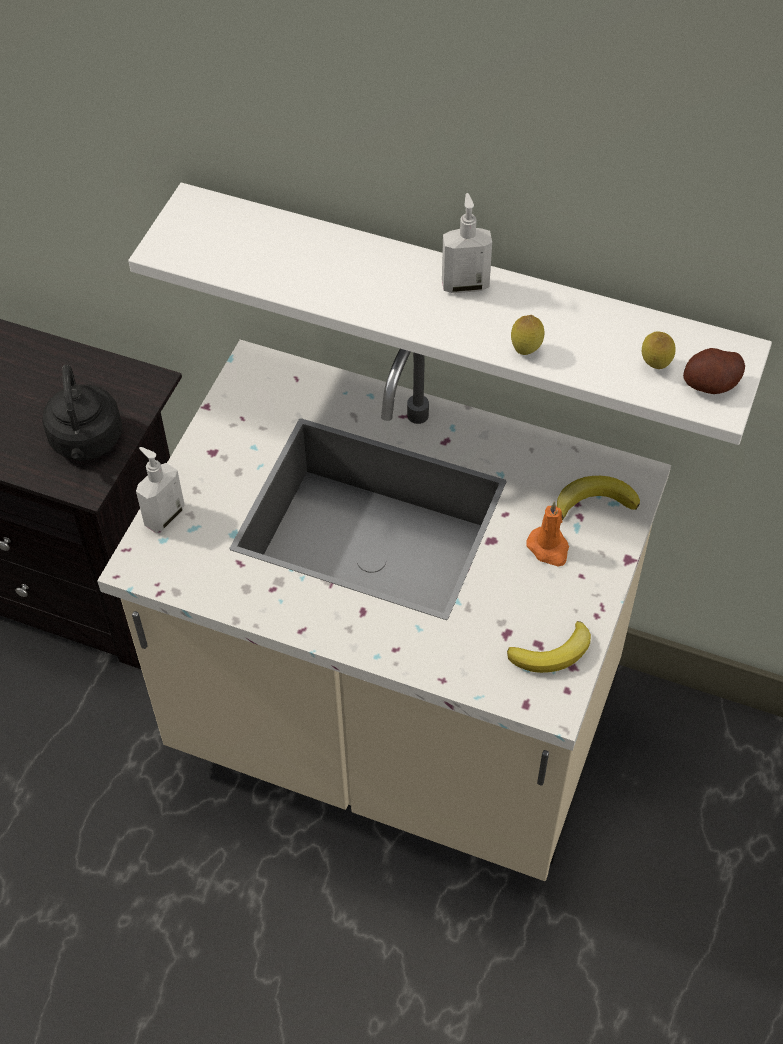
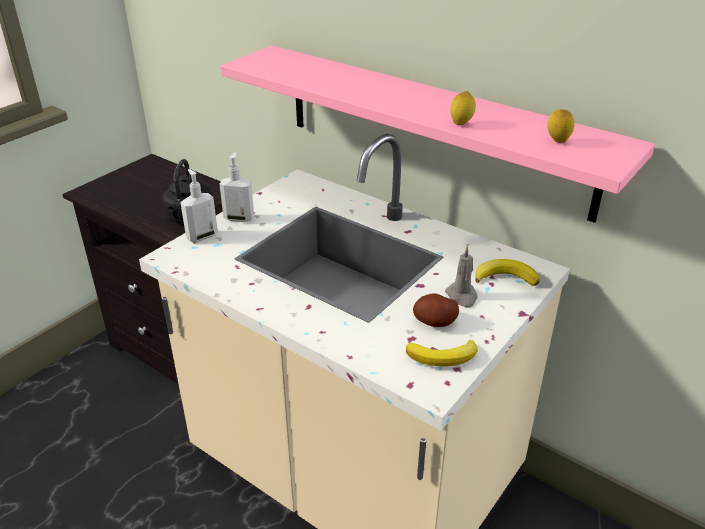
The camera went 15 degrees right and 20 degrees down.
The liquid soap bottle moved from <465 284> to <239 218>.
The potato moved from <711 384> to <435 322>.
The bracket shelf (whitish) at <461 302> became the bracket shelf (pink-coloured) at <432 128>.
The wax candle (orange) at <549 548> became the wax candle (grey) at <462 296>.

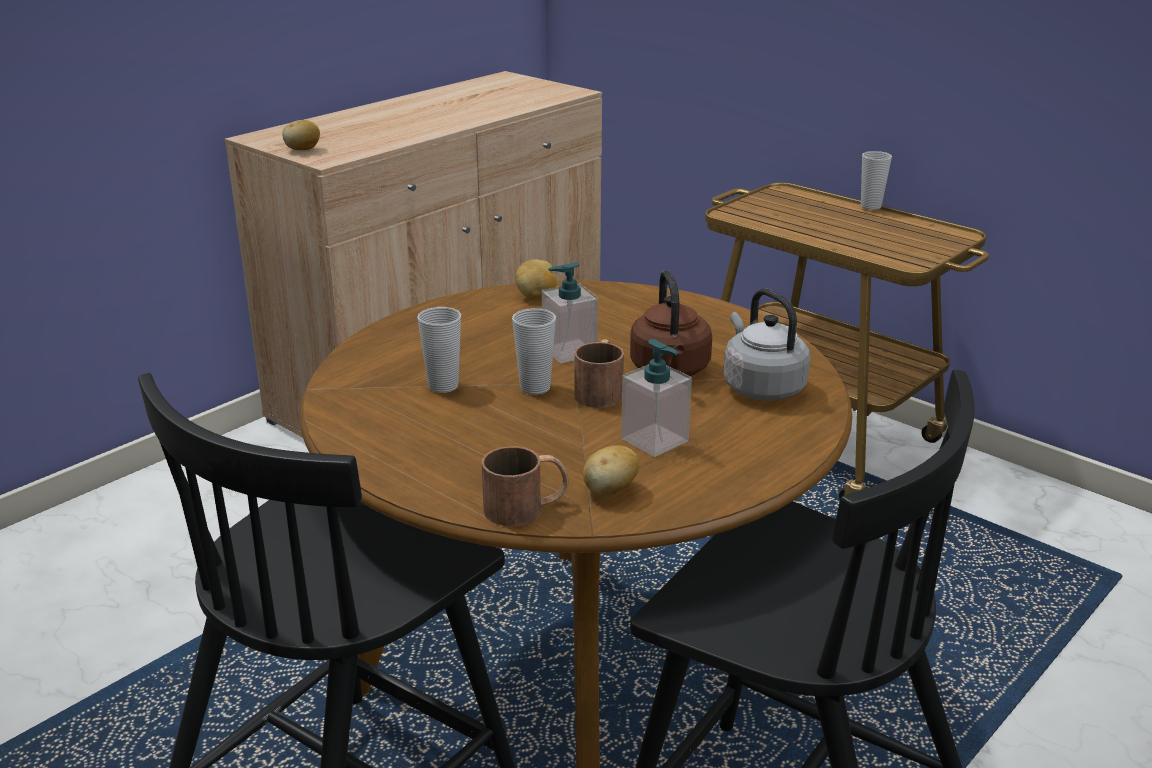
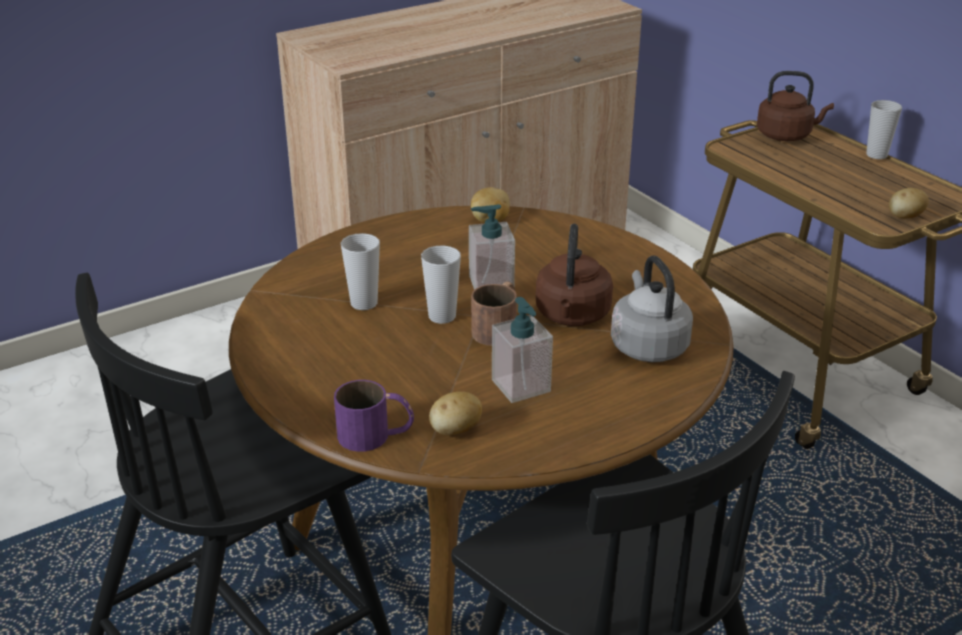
The camera went 15 degrees right and 5 degrees up.
The tea kettle (brown-coloured) at <786 135> appeared.
The potato moved from <302 150> to <904 217>.
The coffee mug (brown-coloured) at <527 507> became the coffee mug (purple-coloured) at <376 435>.

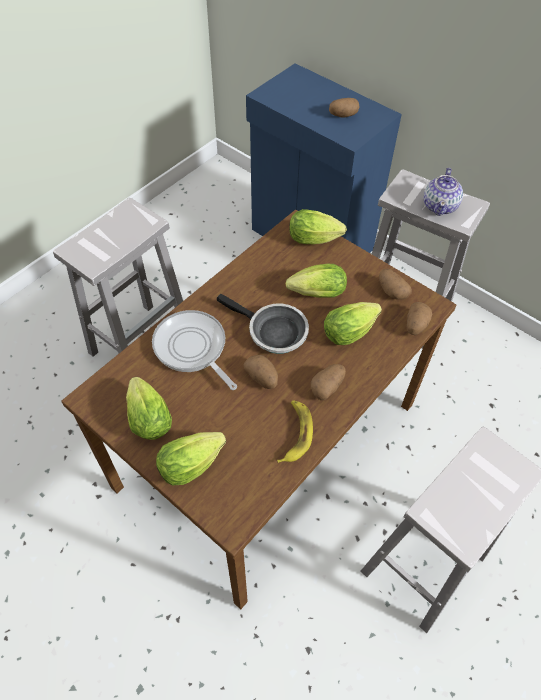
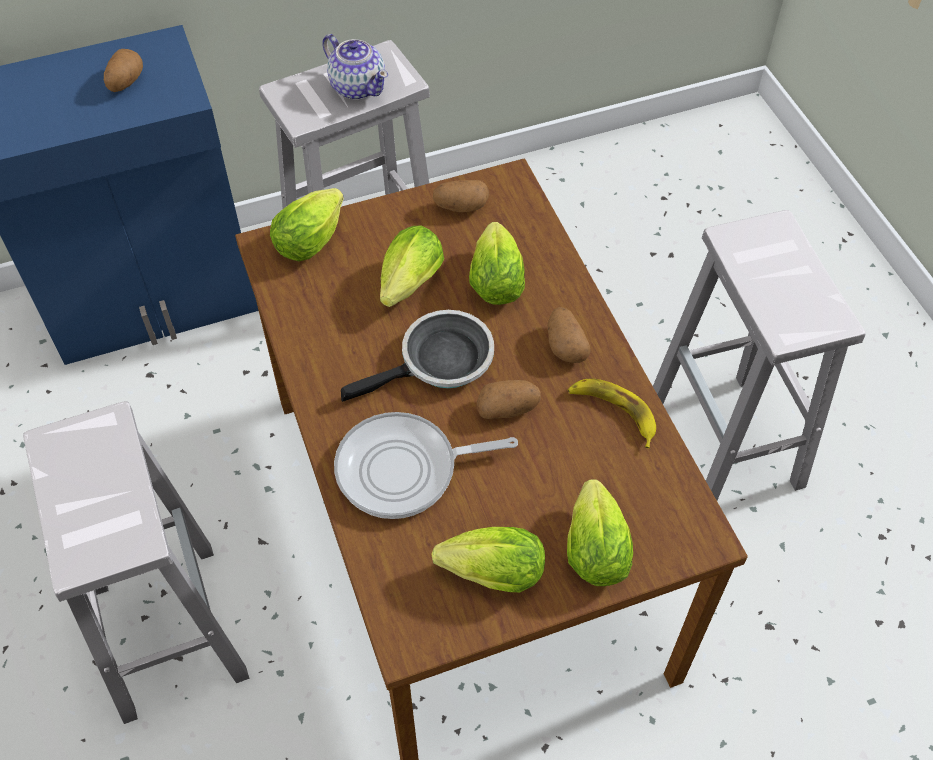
The camera went 60 degrees left and 0 degrees up.
The potato at <415 325> disappeared.

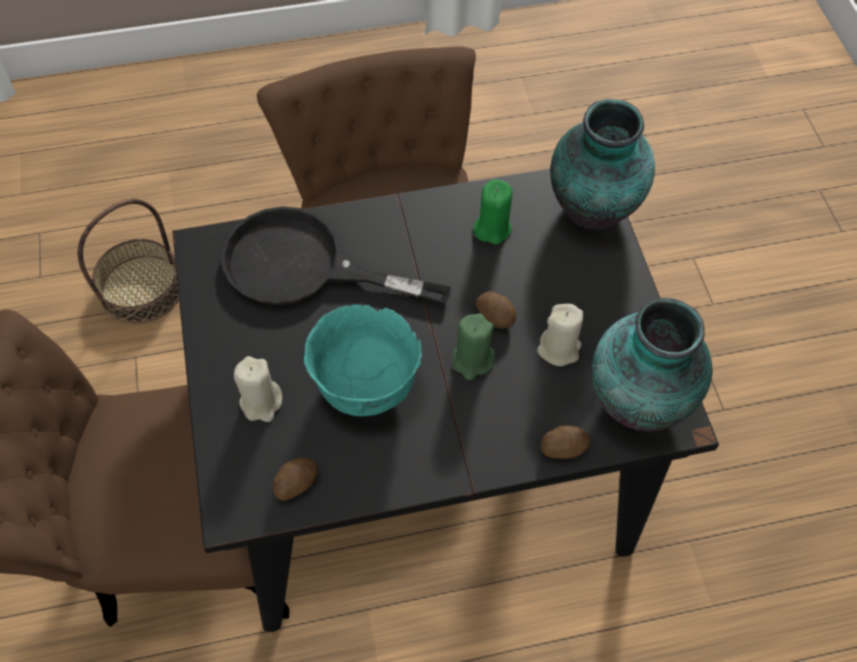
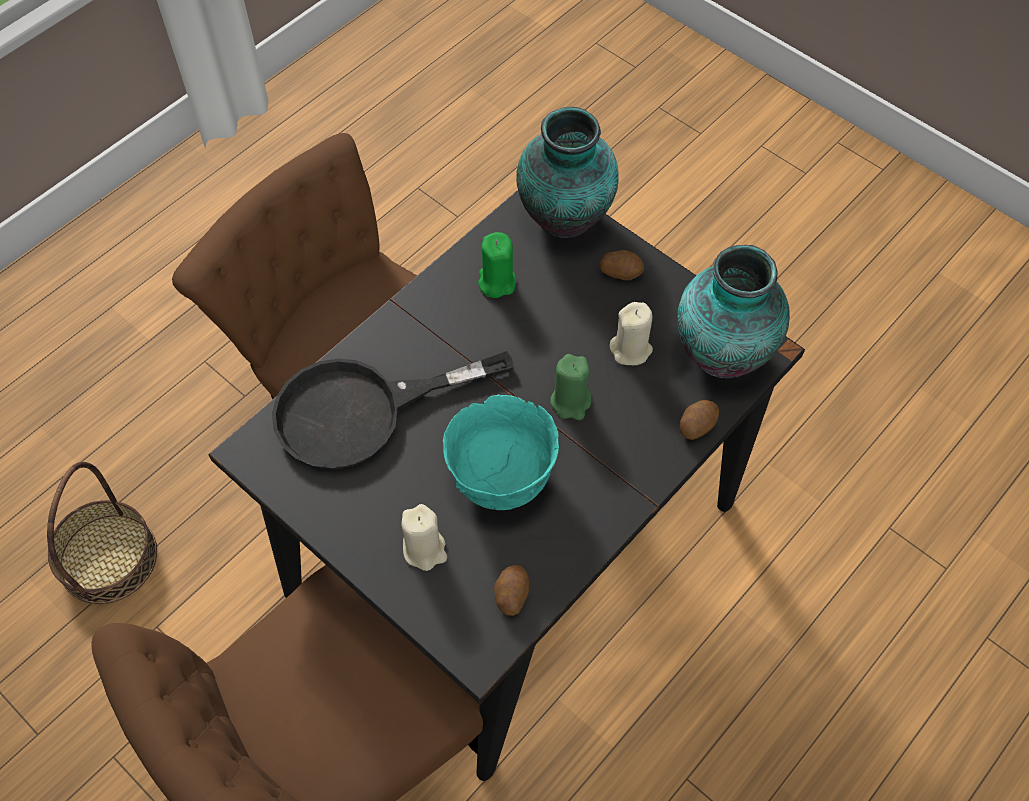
The camera went 35 degrees left and 0 degrees up.
The potato moved from <496 316> to <621 272>.

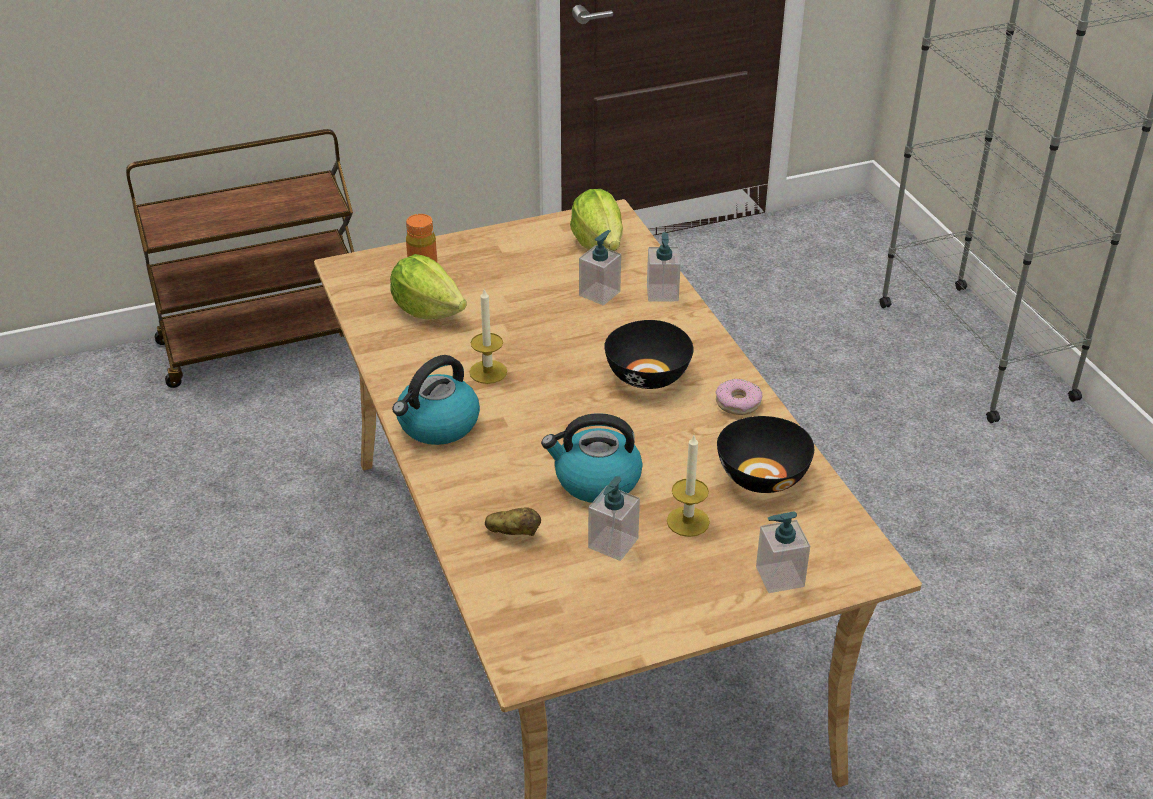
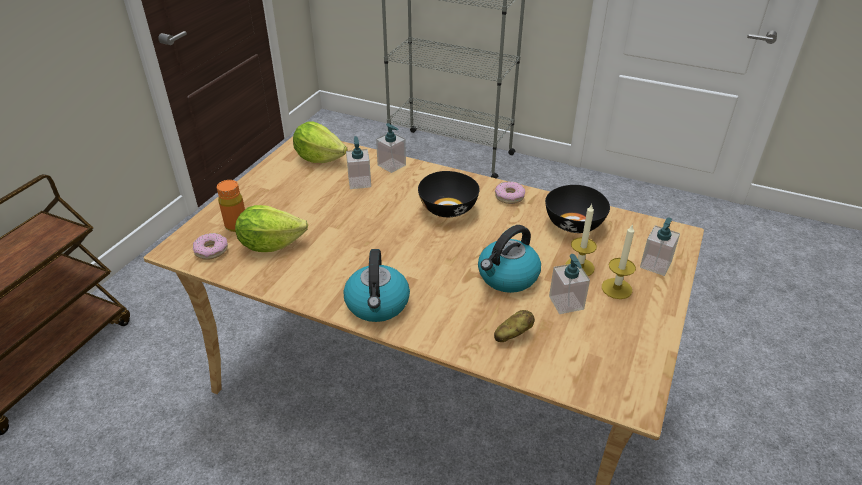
The camera went 45 degrees left and 0 degrees up.
The ring doughnut at <211 250> appeared.
The wax candle moved from <488 372> to <616 288>.

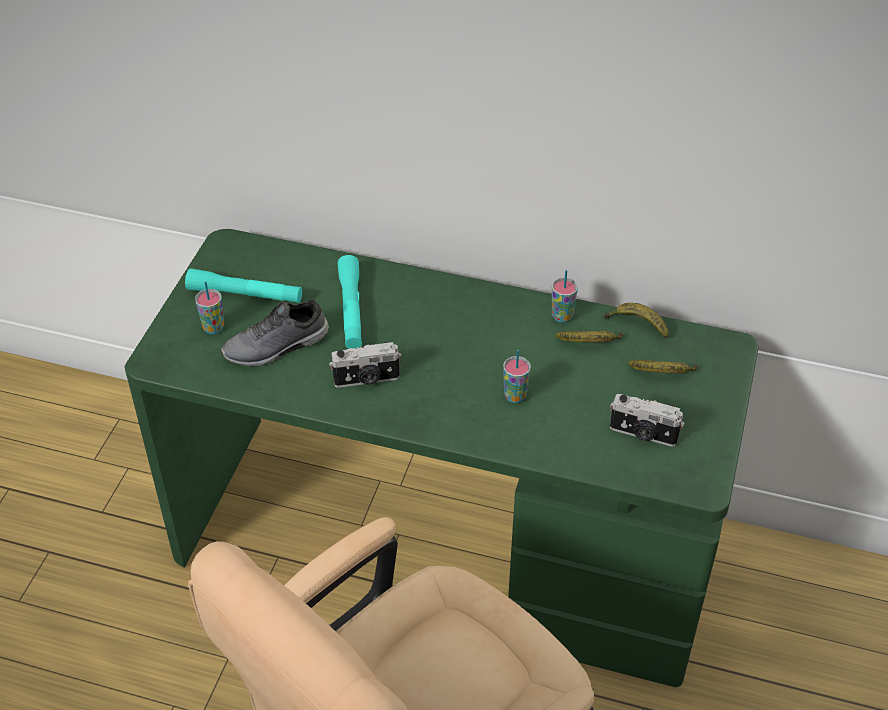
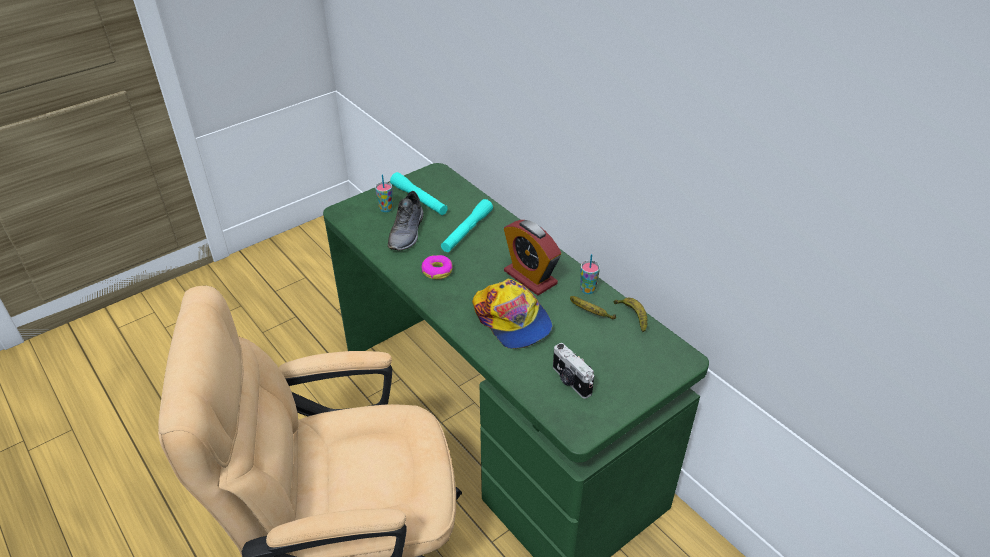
The camera went 35 degrees right and 5 degrees down.
The banana fruit at <663 374> disappeared.
The alarm clock at <530 277> appeared.
The photo camera at <367 380> was replaced by the ring doughnut at <437 271>.
The cup at <515 396> was replaced by the peaked cap at <512 320>.
The shoe (grey) at <277 347> turned 90 degrees counterclockwise.

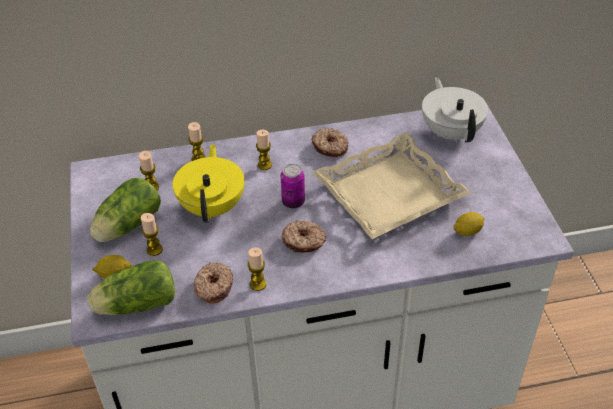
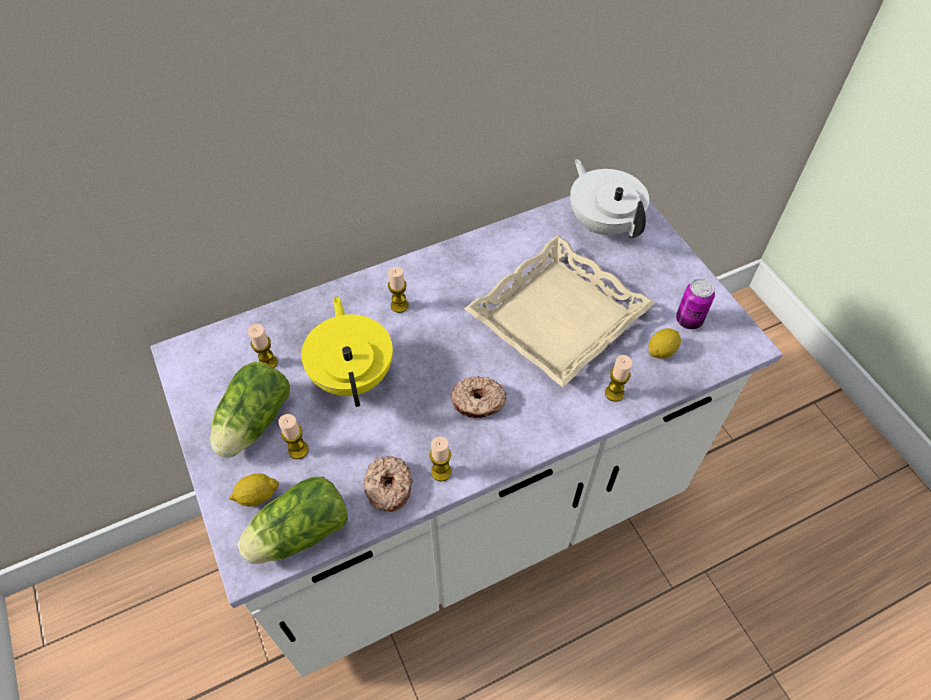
The camera went 15 degrees left and 10 degrees up.
The ring doughnut at <330 148> disappeared.
The wax candle moved from <198 158> to <614 393>.
The sealed can moved from <293 202> to <688 320>.

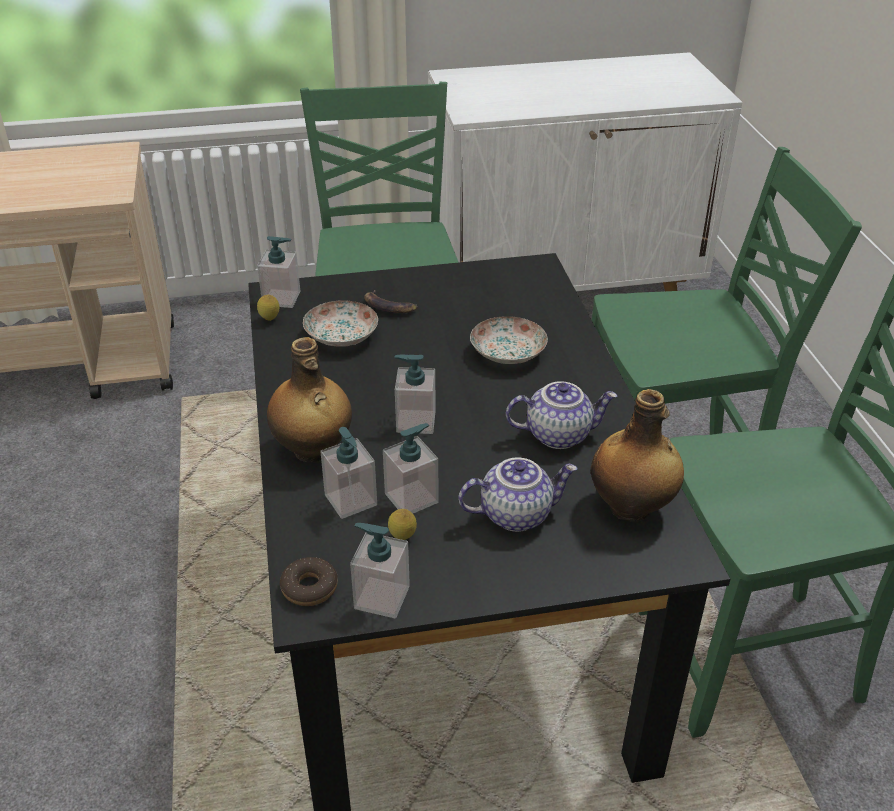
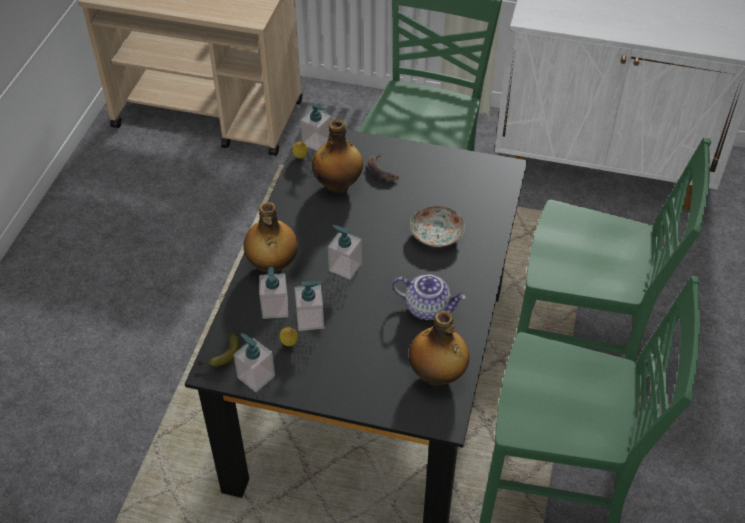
The camera went 25 degrees right and 10 degrees up.
The pot for tea at <516 513> disappeared.
The ring doughnut at <309 588> was replaced by the banana fruit at <221 355>.
The plate at <342 336> was replaced by the bottle at <338 185>.

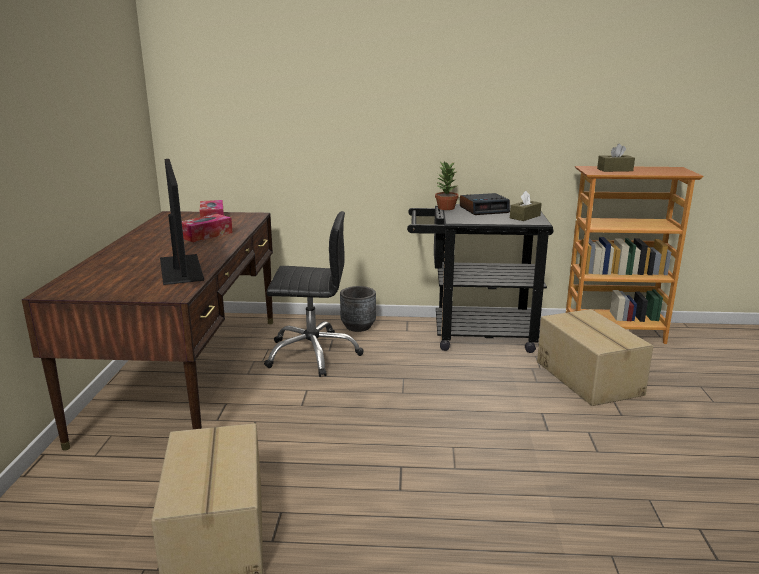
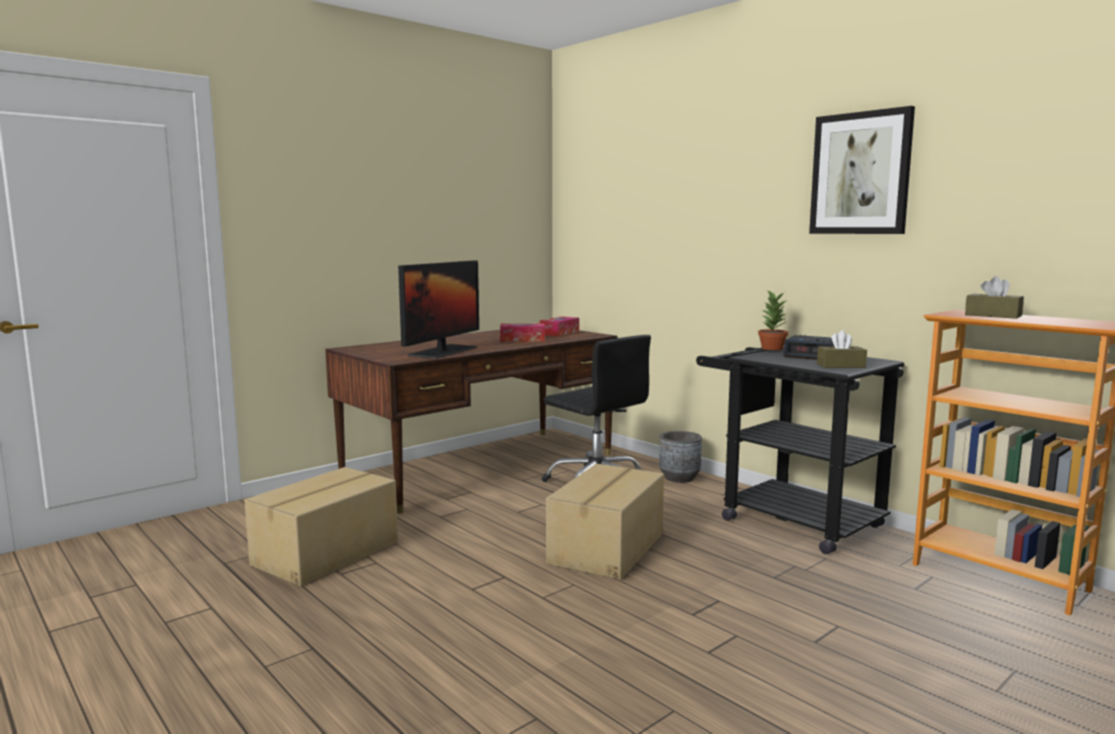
The camera went 45 degrees right and 10 degrees down.
The wall picture at <860 173> appeared.
The cardboard box moved from <589 377> to <608 548>.

